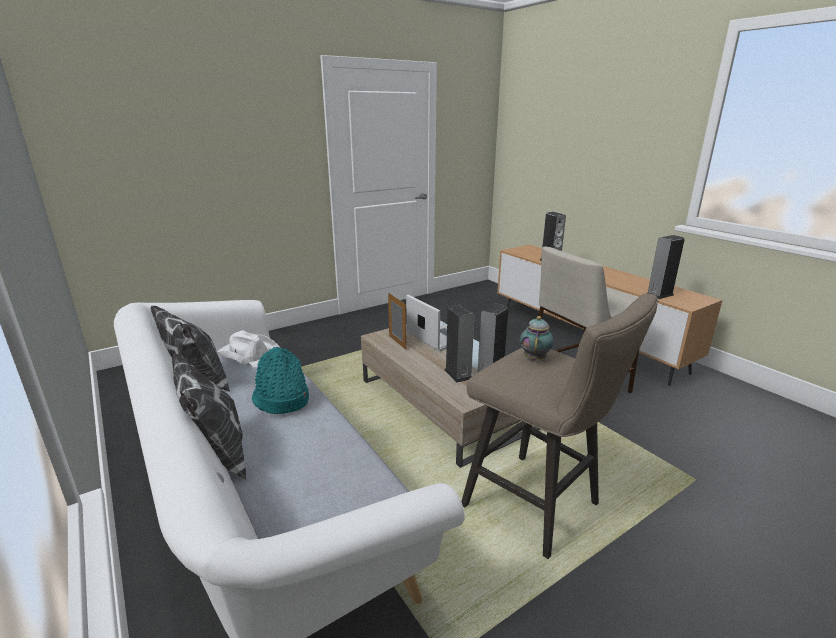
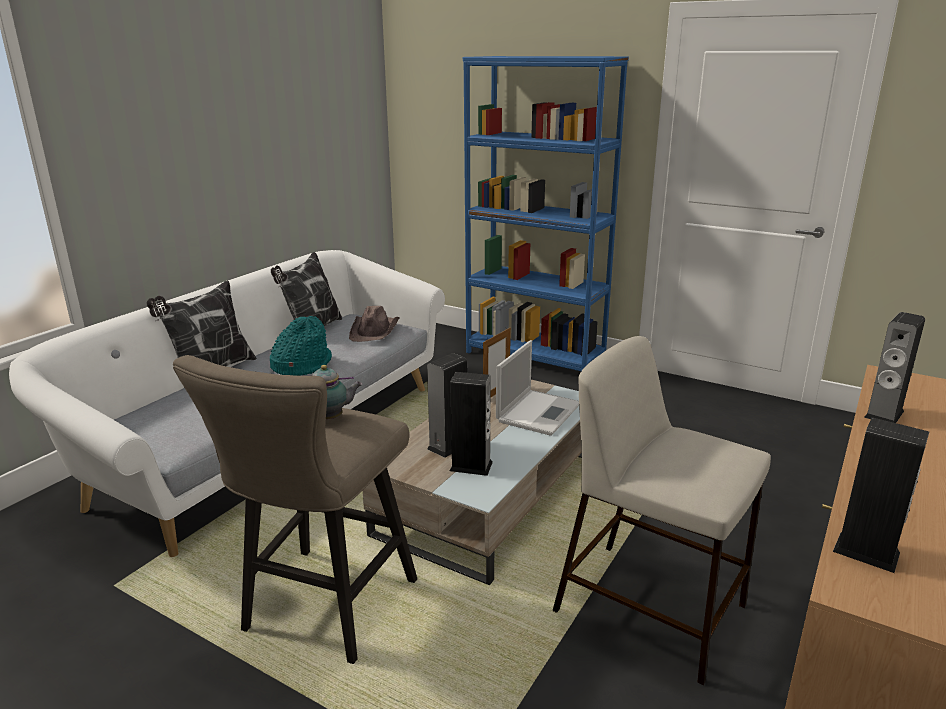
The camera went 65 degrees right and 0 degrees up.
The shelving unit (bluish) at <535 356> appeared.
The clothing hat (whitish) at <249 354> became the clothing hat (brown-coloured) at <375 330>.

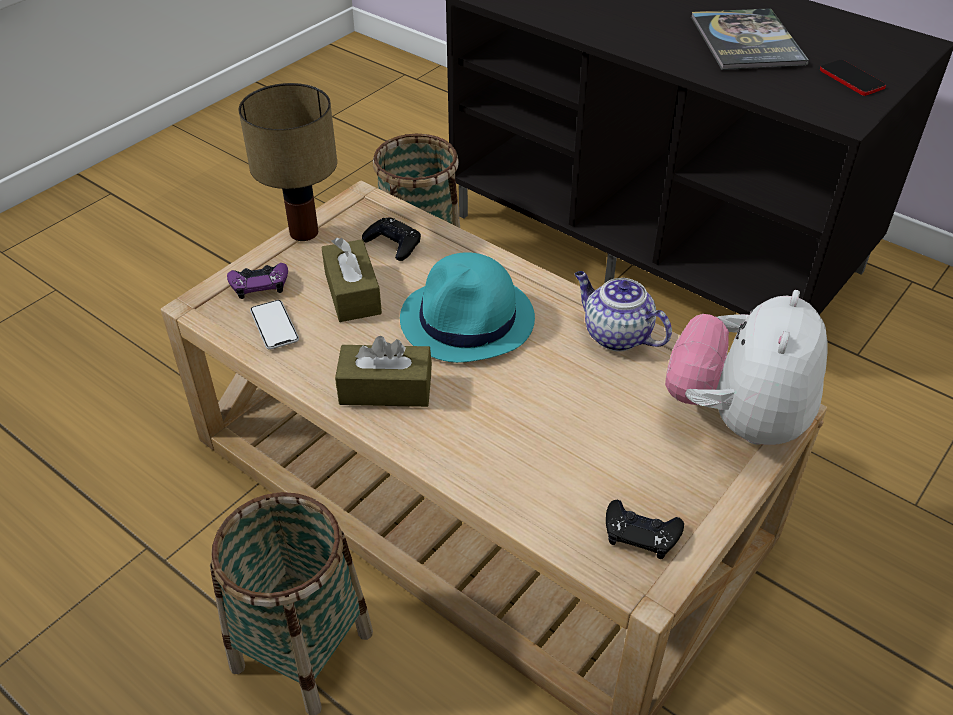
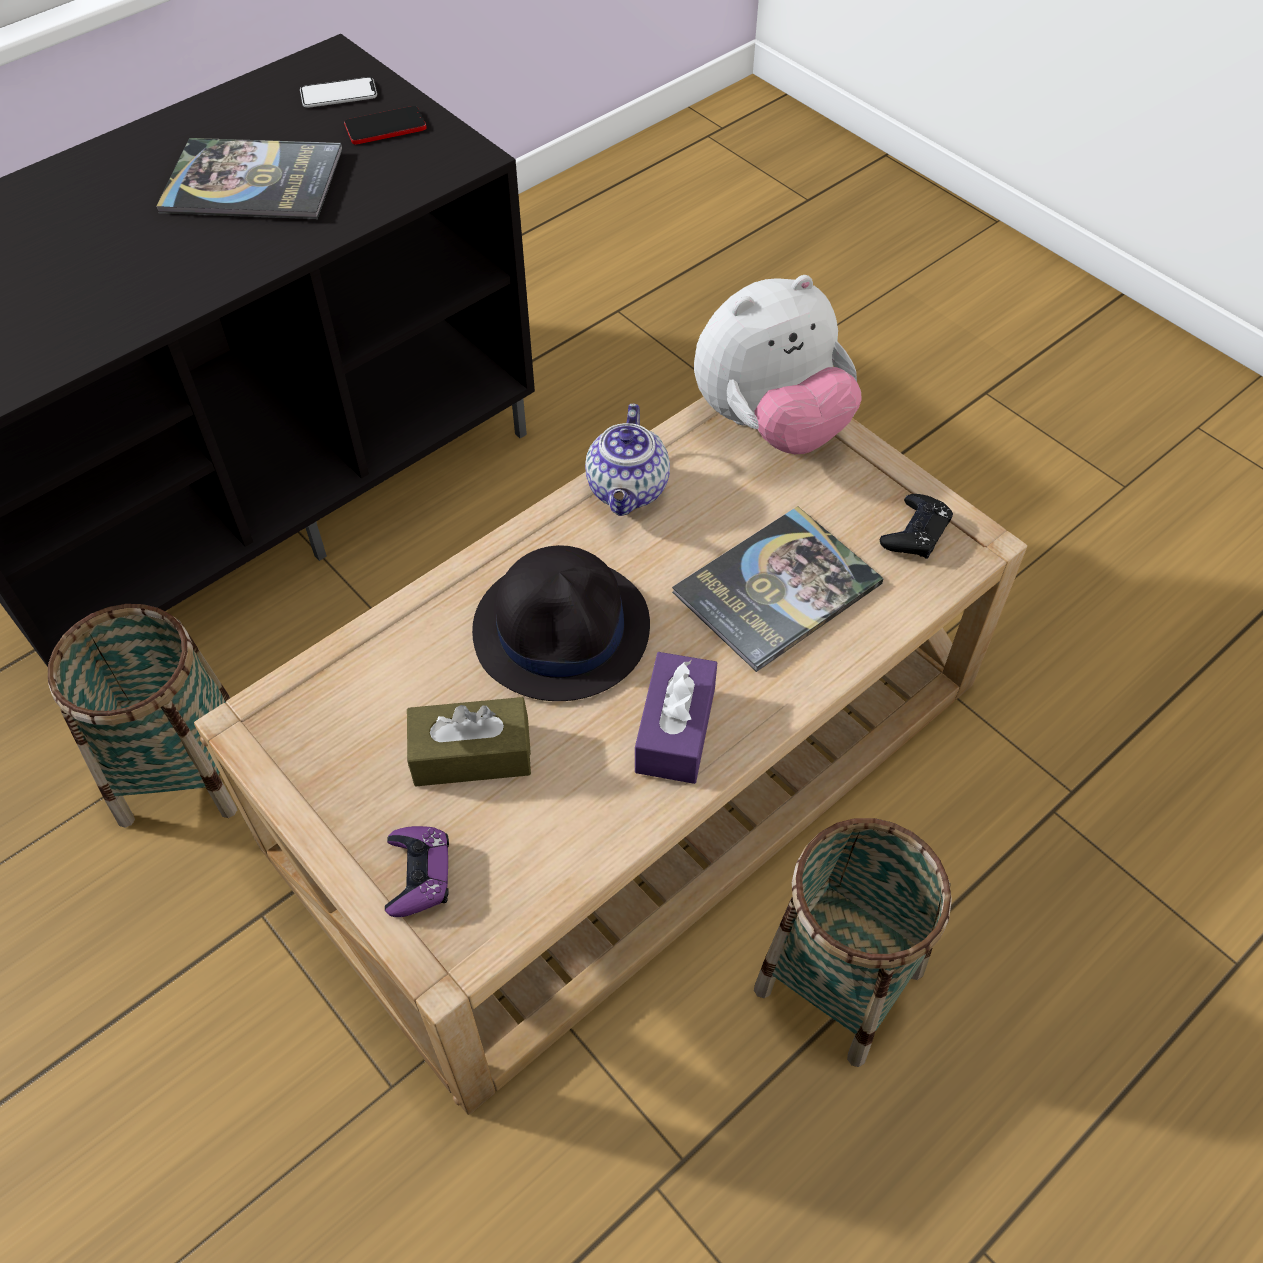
The camera went 80 degrees left and 10 degrees up.
The lamp for a table at <304 233> disappeared.
The game controller (black) at <393 244> disappeared.
The volume at <777 588> appeared.
The handset moved from <274 325> to <338 94>.
The box of tissues (brown-coloured) at <385 389> became the box of tissues (purple-coloured) at <675 730>.
The clothing hat (blue-green) at <468 320> became the clothing hat (black) at <562 629>.
The pot for tea at <615 335> turned 45 degrees counterclockwise.
The cuddly toy at <736 418> turned 60 degrees counterclockwise.

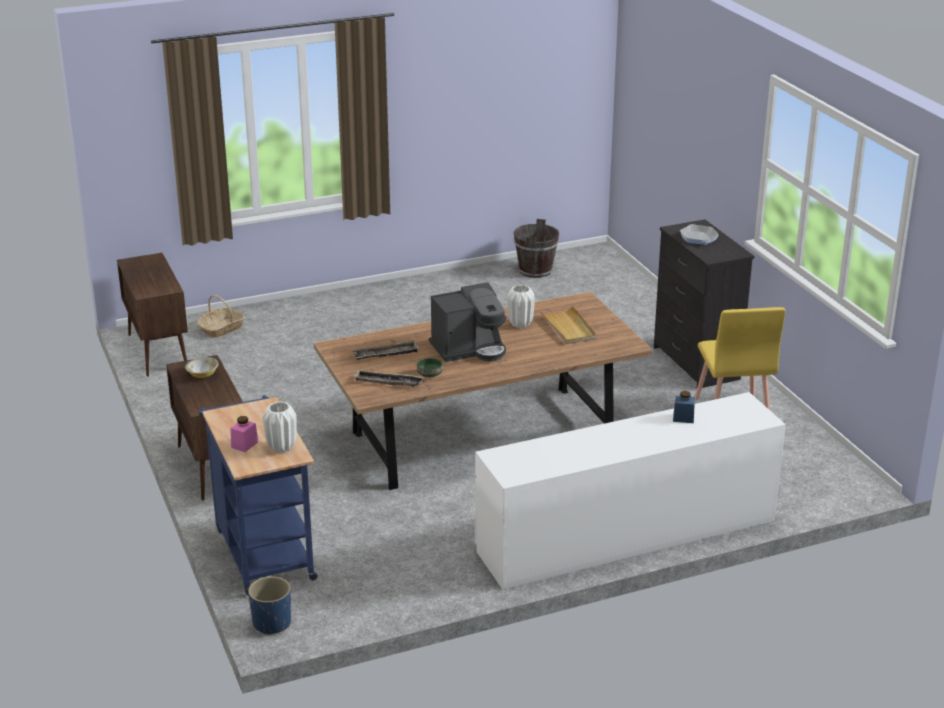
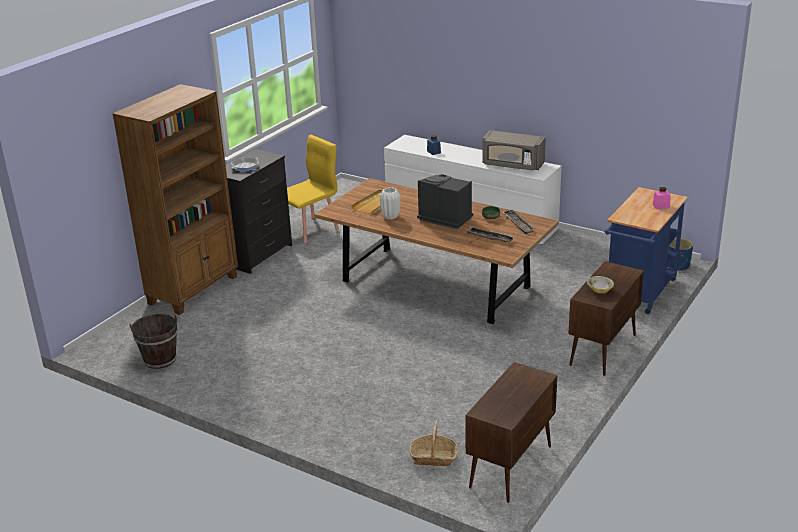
The camera went 125 degrees left and 0 degrees up.
The flower vase (whitish) at <281 447> disappeared.
The shelving unit (brown-coloured) at <194 290> appeared.
The kitchen microwave (grey) at <512 165> appeared.

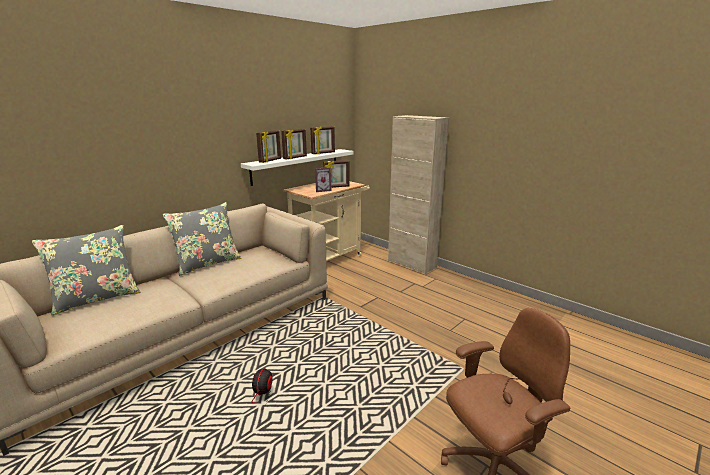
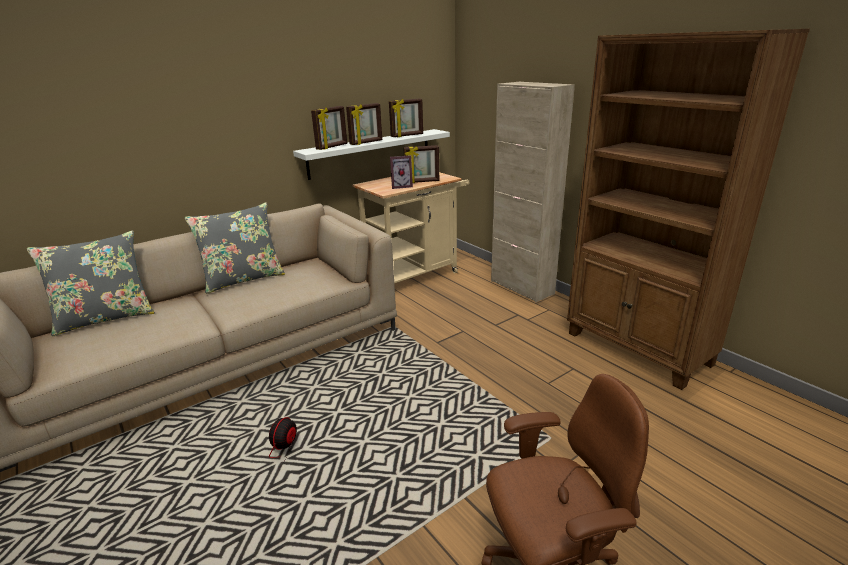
The camera went 10 degrees right and 5 degrees up.
The shelving unit (brown-coloured) at <638 349> appeared.

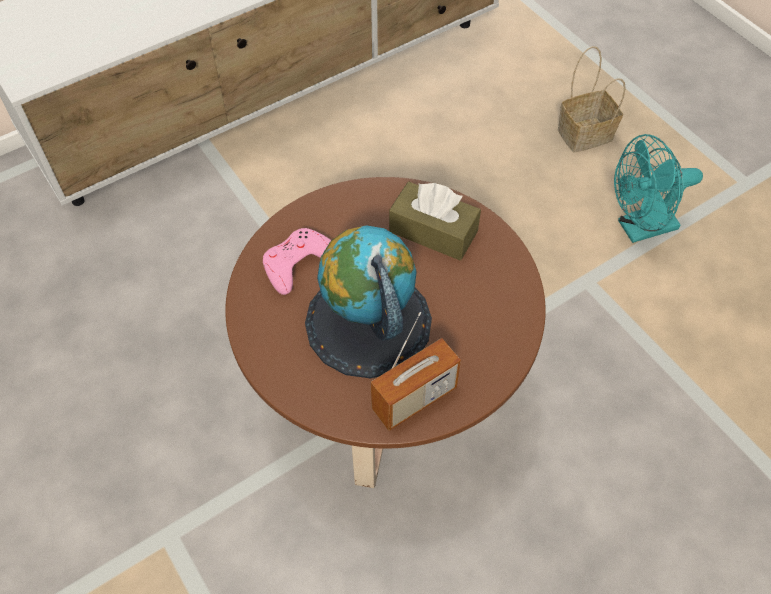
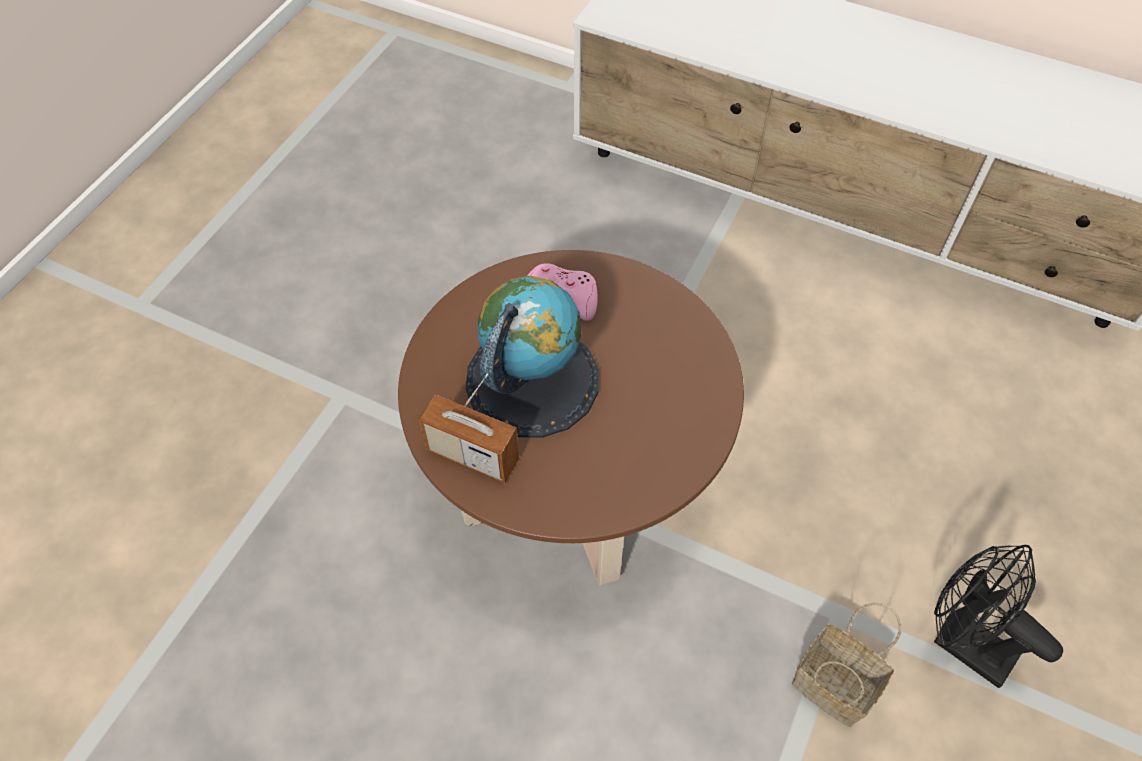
The camera went 60 degrees right and 0 degrees up.
The box of tissues (brown-coloured) at <433 231> disappeared.
The storage basket moved from <586 133> to <836 685>.
The fan (blue-green) at <639 229> became the fan (black) at <962 642>.

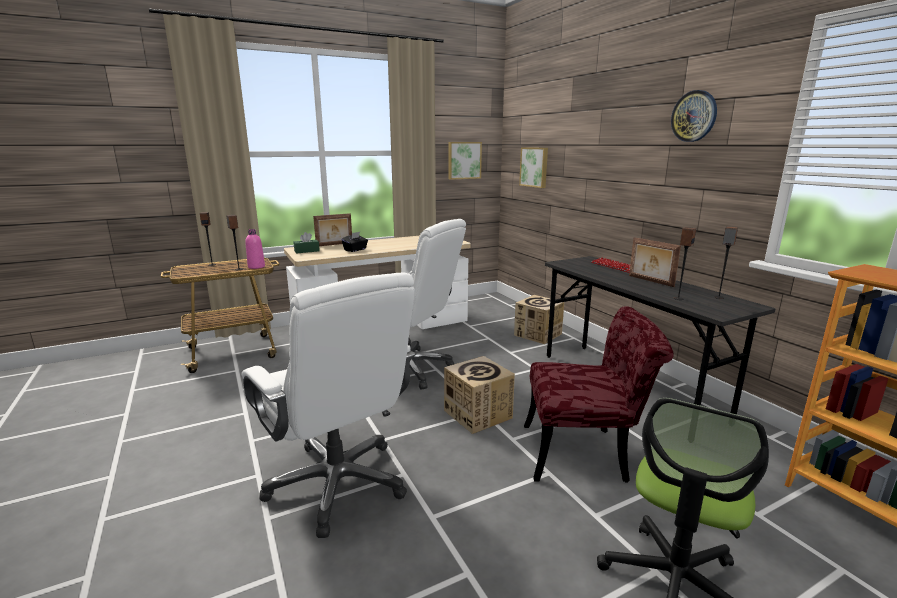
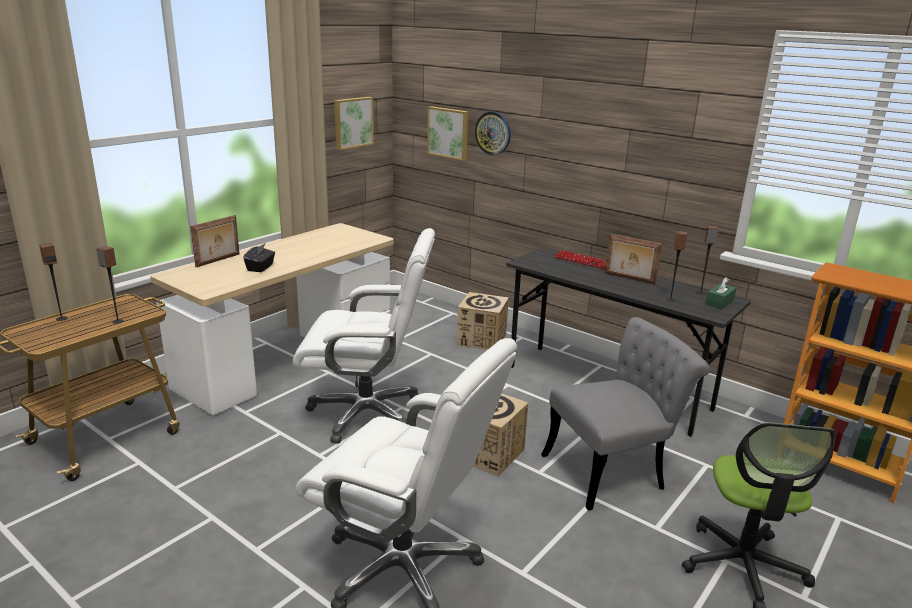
The camera went 25 degrees left and 5 degrees up.
The bottle (pink-coloured) at <256 267> disappeared.
The box of tissues (green) moved from <307 251> to <719 302>.
The wall clock moved from <694 116> to <493 133>.
The chair (red) at <586 453> became the chair (grey) at <613 470>.

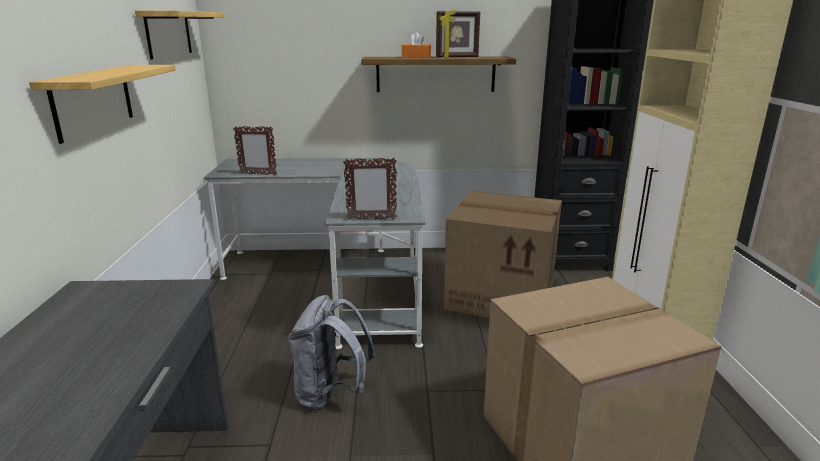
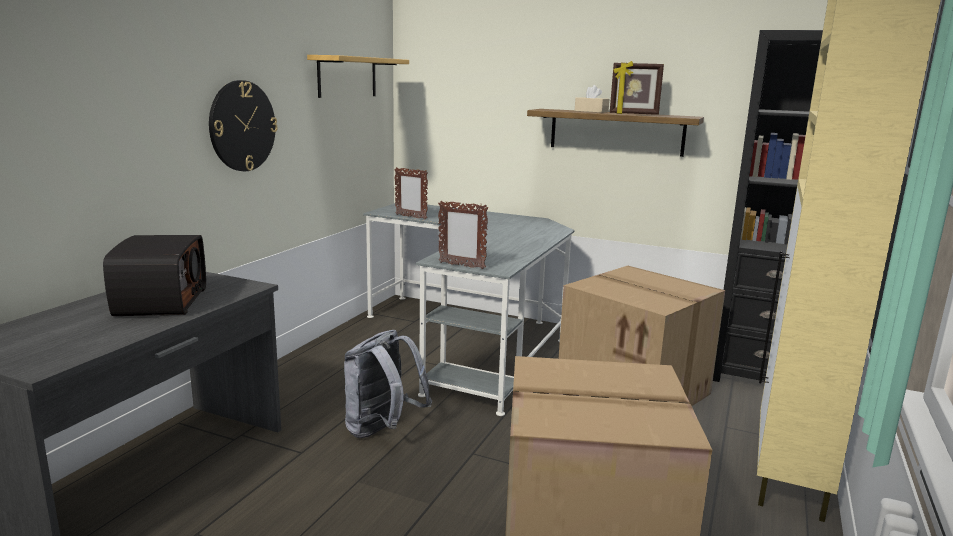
The camera went 25 degrees right and 5 degrees down.
The radio set at <159 302> appeared.
The bracket shelf at <93 100> was replaced by the wall clock at <242 126>.
The box of tissues (orange) at <416 57> became the box of tissues (sand-coloured) at <591 111>.

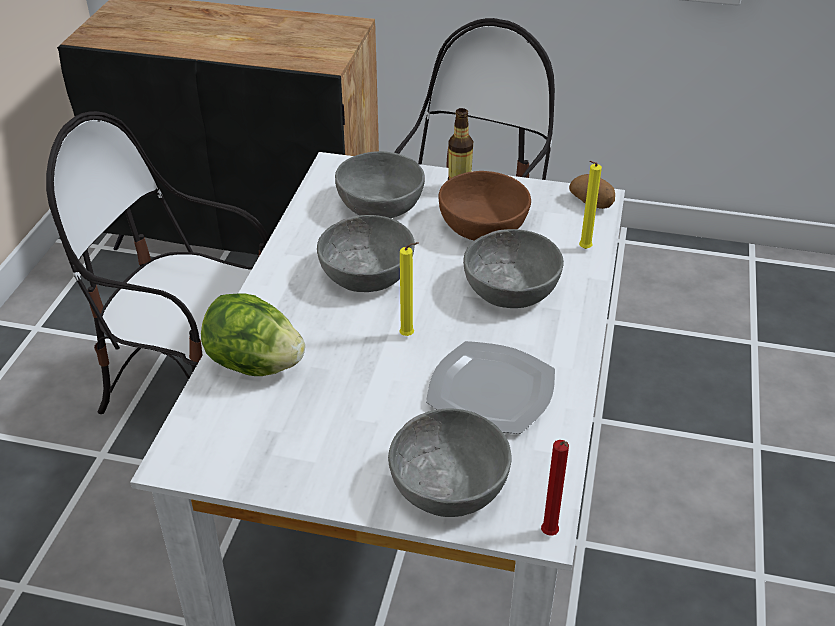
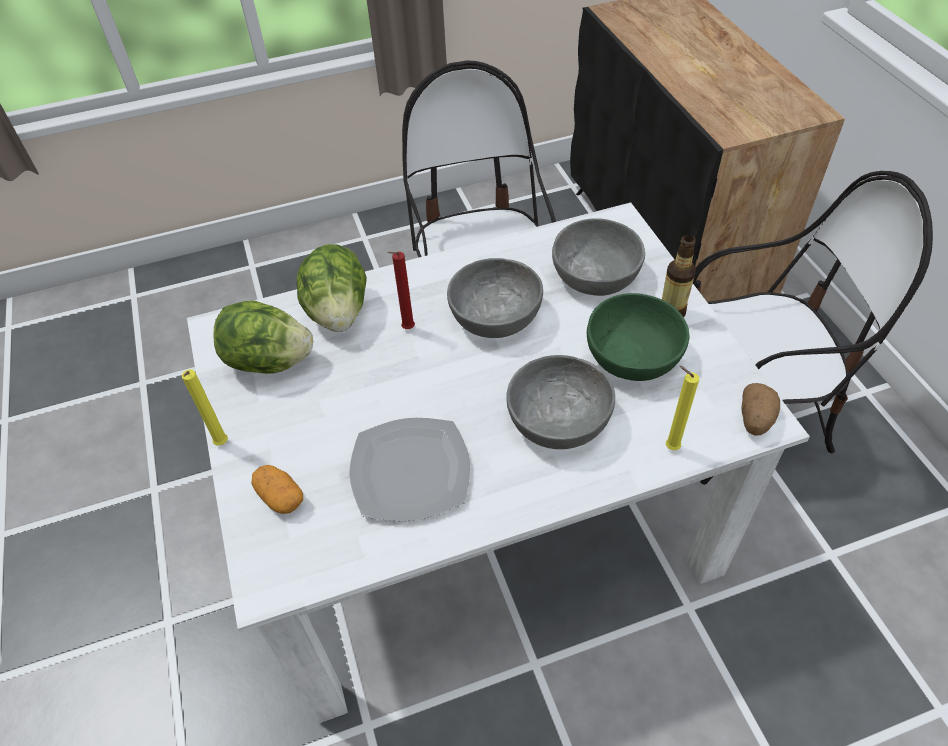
The camera went 60 degrees right and 10 degrees up.
The lettuce at <269 361> appeared.
The wax candle (yellow-coloured) moved from <409 336> to <221 445>.
The wax candle (red) moved from <550 535> to <406 329>.
The deep dish (grey) at <449 485> was replaced by the potato at <280 497>.
The deep dish (brown-coloured) at <483 226> became the deep dish (green) at <633 356>.

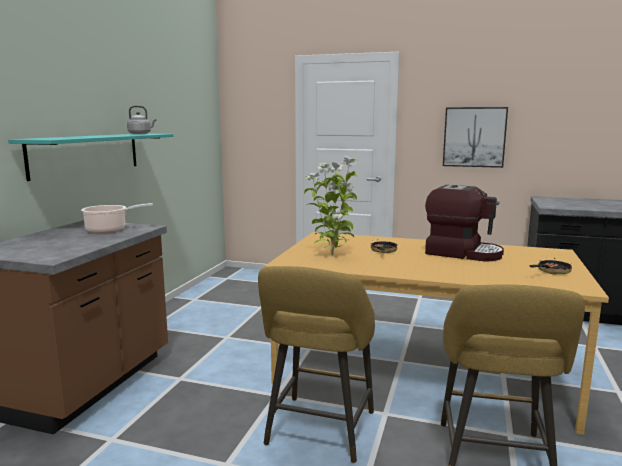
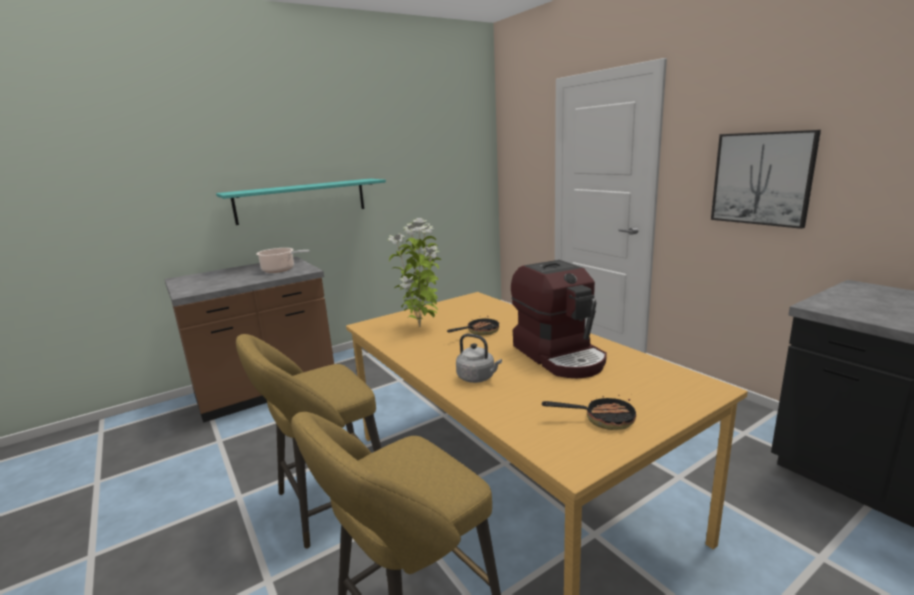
The camera went 40 degrees right and 5 degrees up.
The tea kettle (grey) moved from <141 134> to <478 378>.

